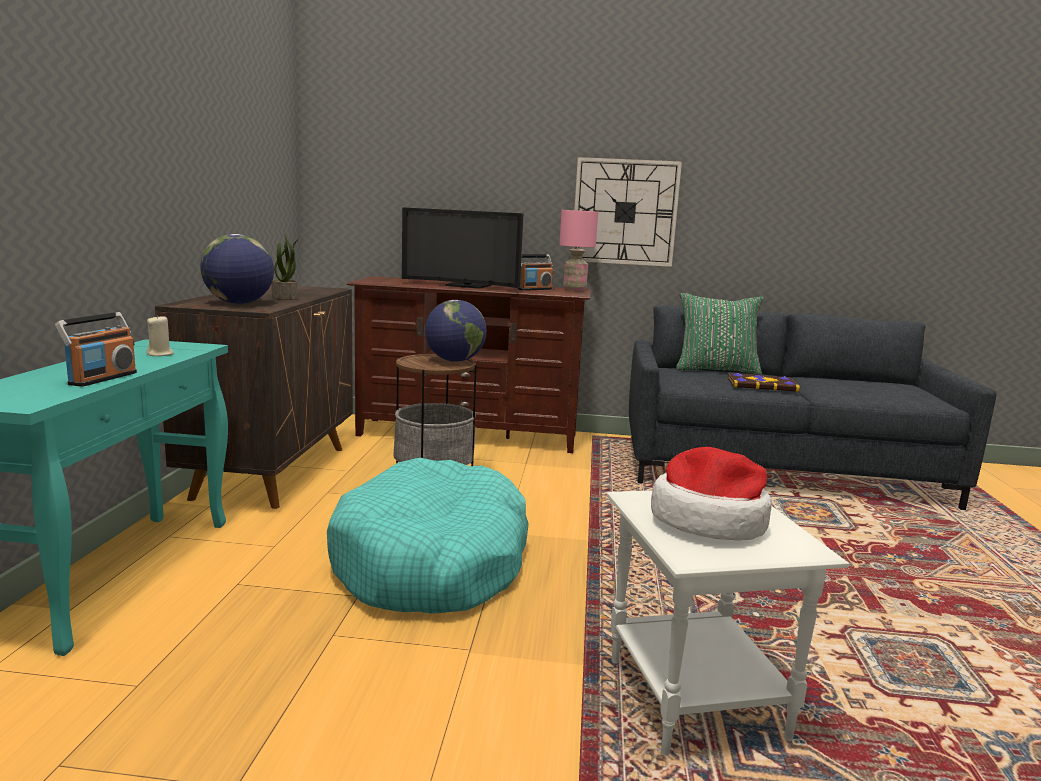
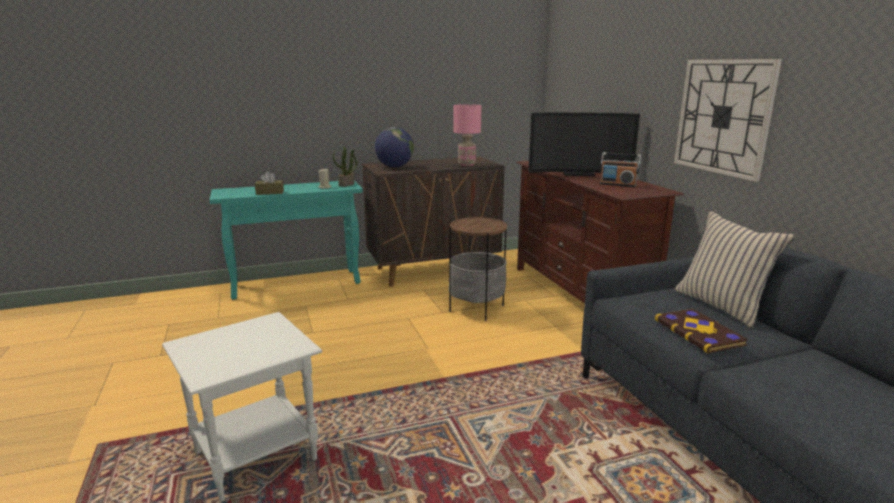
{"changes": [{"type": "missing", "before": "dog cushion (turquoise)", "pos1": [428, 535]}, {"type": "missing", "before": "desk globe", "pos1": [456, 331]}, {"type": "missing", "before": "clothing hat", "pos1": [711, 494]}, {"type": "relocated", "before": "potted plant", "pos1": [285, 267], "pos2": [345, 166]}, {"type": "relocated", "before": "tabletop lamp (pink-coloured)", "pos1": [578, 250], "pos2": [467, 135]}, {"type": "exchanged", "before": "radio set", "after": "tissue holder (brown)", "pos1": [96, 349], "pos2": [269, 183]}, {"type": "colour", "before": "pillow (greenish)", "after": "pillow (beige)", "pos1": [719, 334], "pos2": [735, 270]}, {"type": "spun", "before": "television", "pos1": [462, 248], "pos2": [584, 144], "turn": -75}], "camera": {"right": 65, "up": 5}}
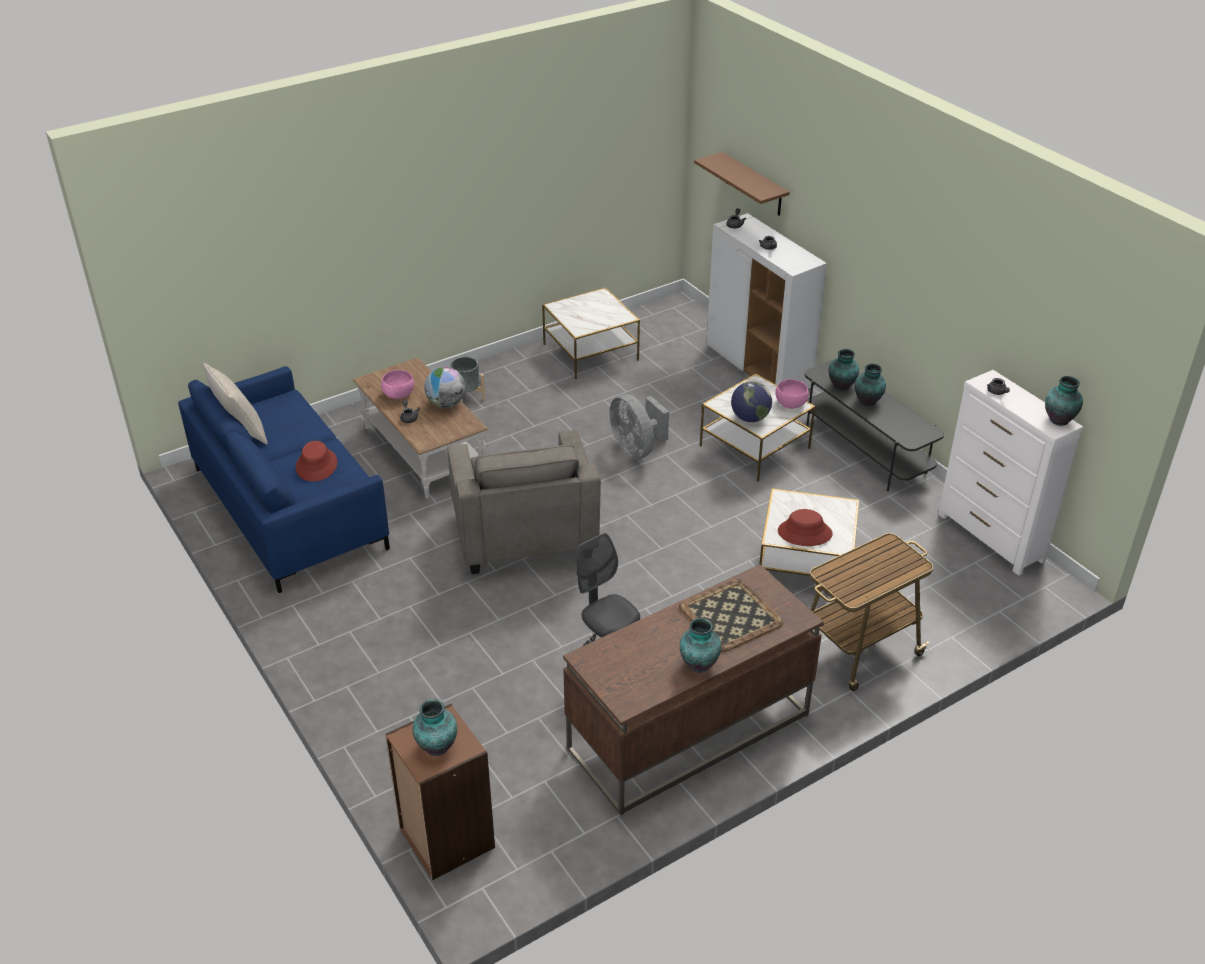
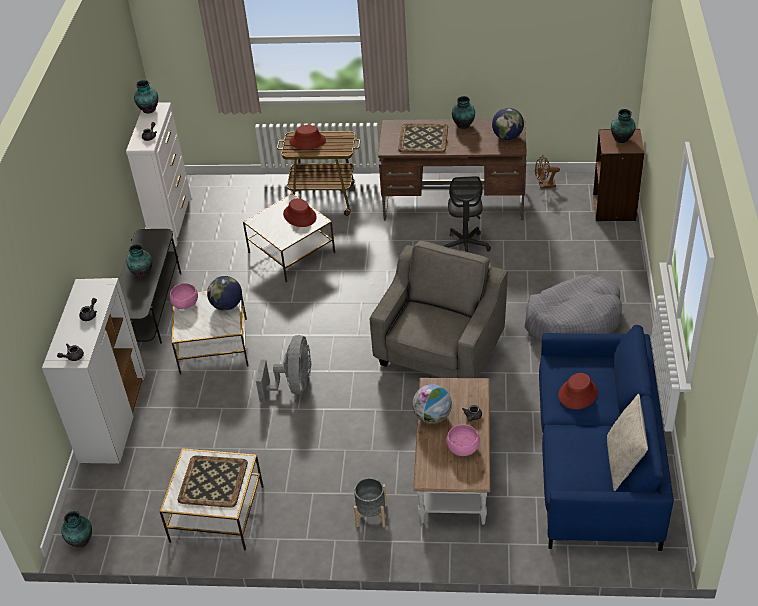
{"changes": [{"type": "missing", "before": "bracket shelf (brown)", "pos1": [742, 184]}, {"type": "appeared", "after": "carrying tray", "pos2": [213, 481]}, {"type": "appeared", "after": "clothing hat (red)", "pos2": [307, 137]}, {"type": "appeared", "after": "desk globe", "pos2": [508, 124]}, {"type": "appeared", "after": "dog cushion (greyish)", "pos2": [573, 308]}, {"type": "appeared", "after": "electric fan (brown)", "pos2": [547, 172]}, {"type": "relocated", "before": "decorative vase", "pos1": [844, 370], "pos2": [76, 529]}], "camera": {"right": -140, "up": 5}}
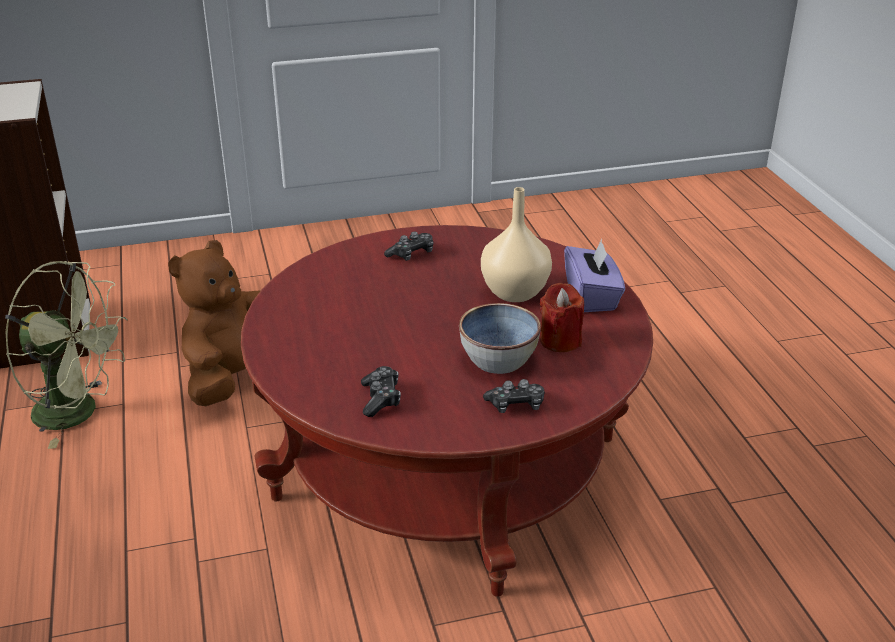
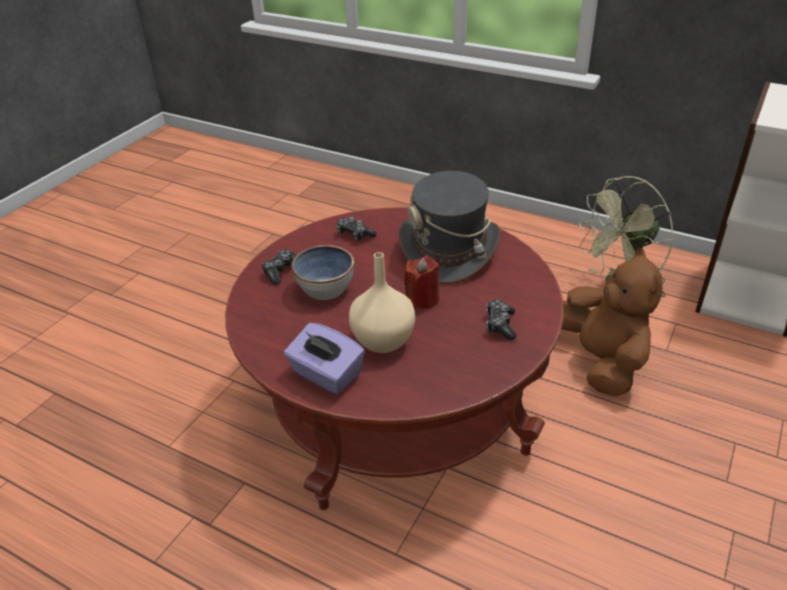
{"changes": [{"type": "appeared", "after": "clothing hat (greyish)", "pos2": [450, 227]}, {"type": "relocated", "before": "wax candle (red)", "pos1": [562, 317], "pos2": [421, 282]}], "camera": {"right": 135, "up": 5}}
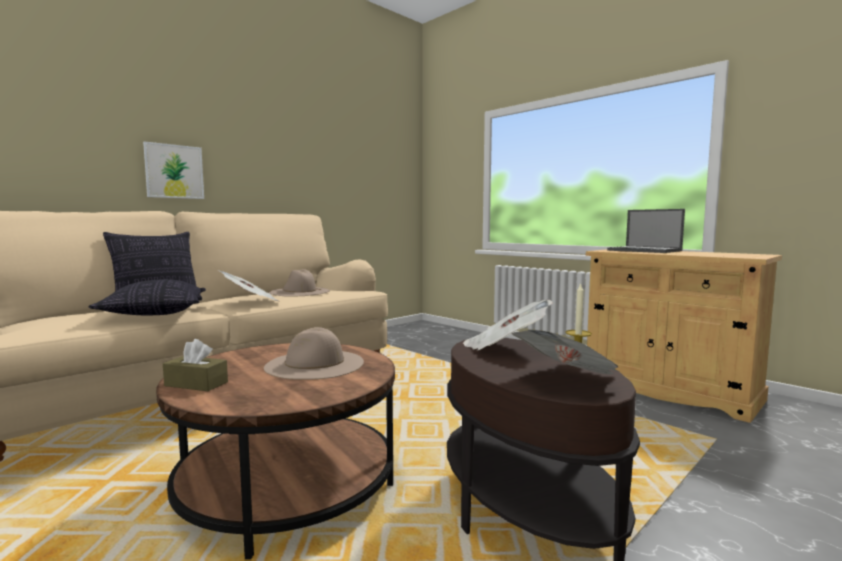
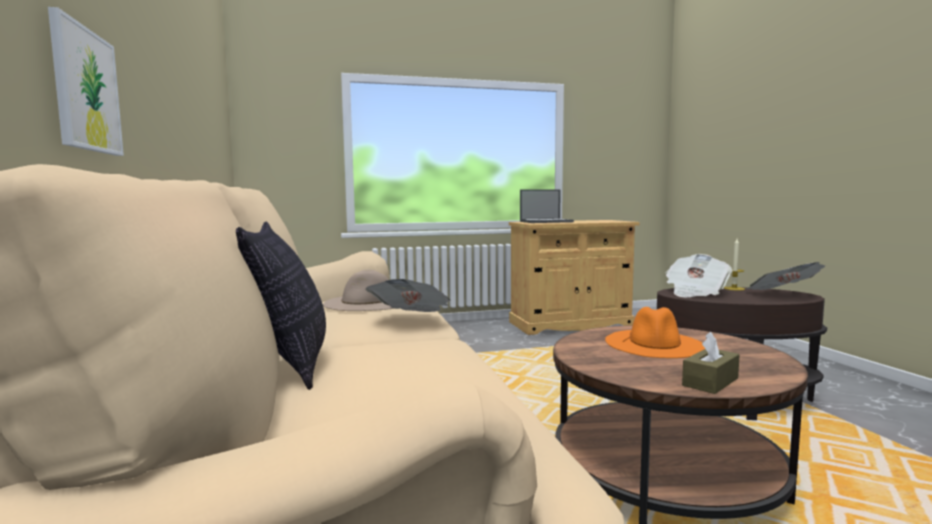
{"changes": [{"type": "missing", "before": "pillow", "pos1": [147, 297]}, {"type": "colour", "before": "clothing hat (beige)", "after": "clothing hat (orange)", "pos1": [314, 353], "pos2": [655, 332]}], "camera": {"right": -60, "up": 0}}
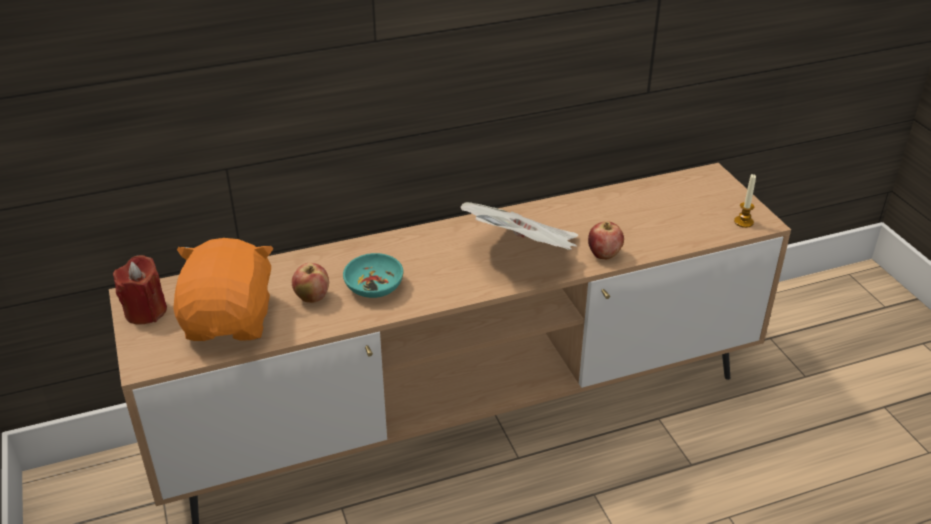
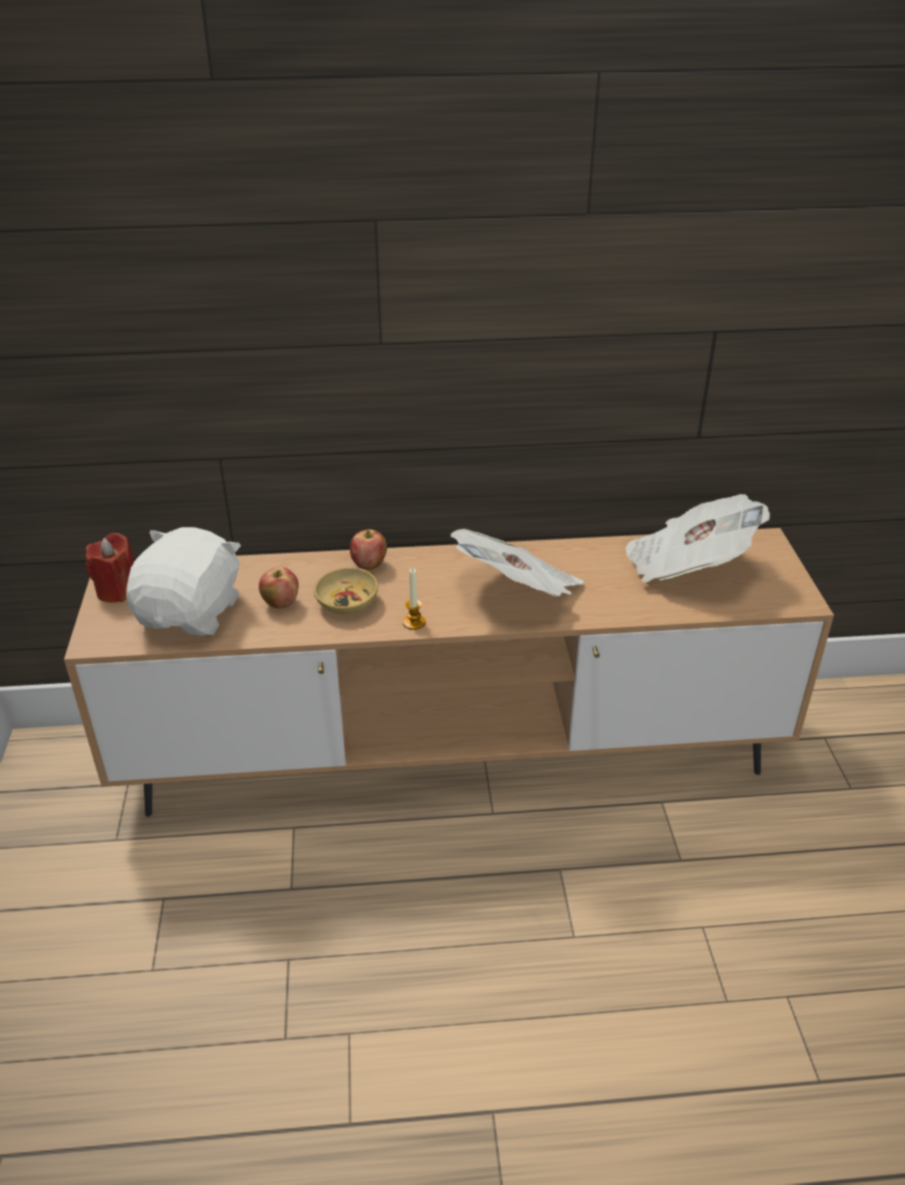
{"changes": [{"type": "appeared", "after": "daily paper", "pos2": [697, 538]}, {"type": "relocated", "before": "apple fruit", "pos1": [606, 240], "pos2": [368, 549]}, {"type": "relocated", "before": "wax candle", "pos1": [745, 201], "pos2": [414, 599]}, {"type": "colour", "before": "soft toy (orange)", "after": "soft toy (white-coloured)", "pos1": [223, 289], "pos2": [184, 581]}, {"type": "colour", "before": "serving bowl (turquoise)", "after": "serving bowl (beige)", "pos1": [373, 275], "pos2": [346, 590]}], "camera": {"right": 15, "up": 0}}
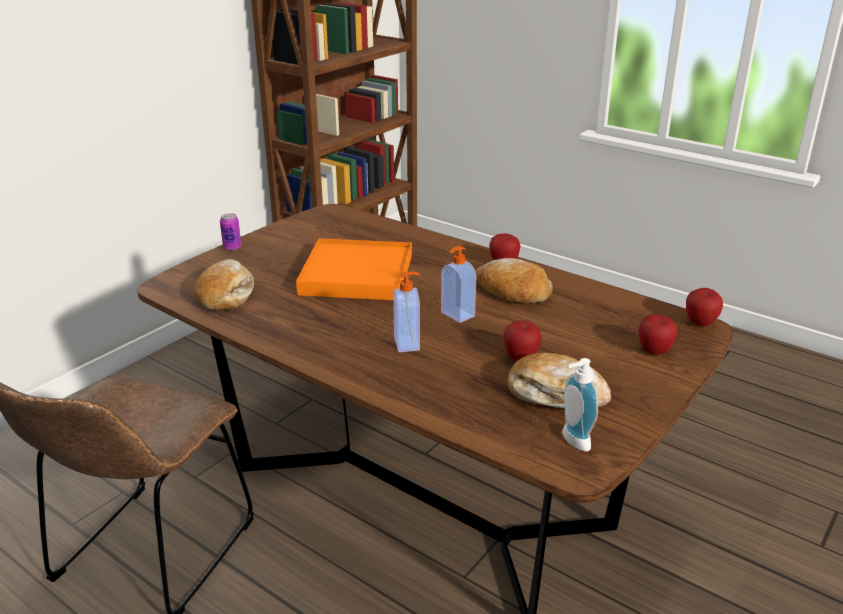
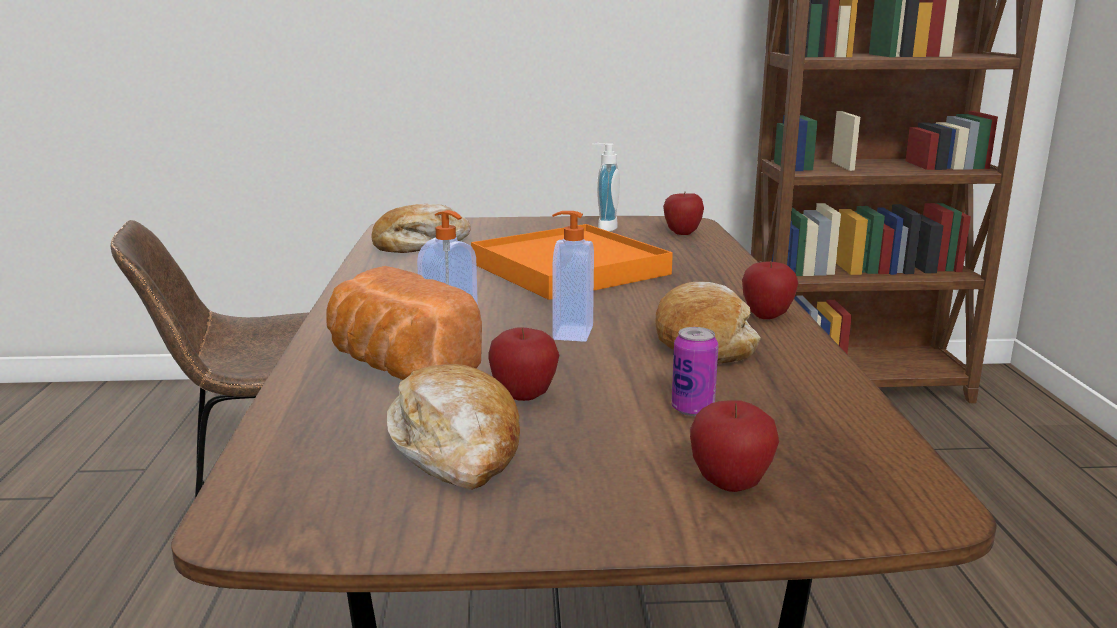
{"changes": [{"type": "appeared", "after": "bakery bread", "pos2": [404, 323]}, {"type": "relocated", "before": "metal can", "pos1": [230, 232], "pos2": [695, 371]}, {"type": "relocated", "before": "liquid soap bottle", "pos1": [580, 404], "pos2": [606, 187]}, {"type": "relocated", "before": "apple fruit", "pos1": [704, 307], "pos2": [683, 214]}], "camera": {"right": 50, "up": -10}}
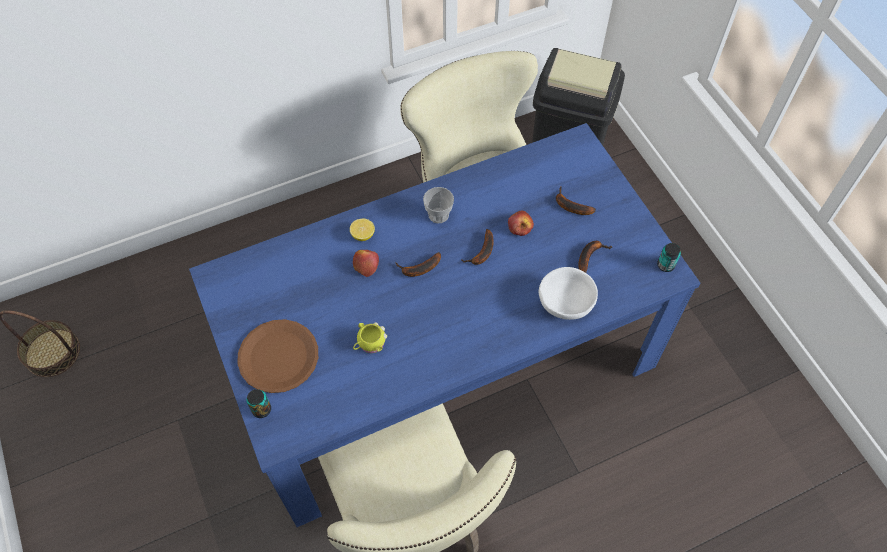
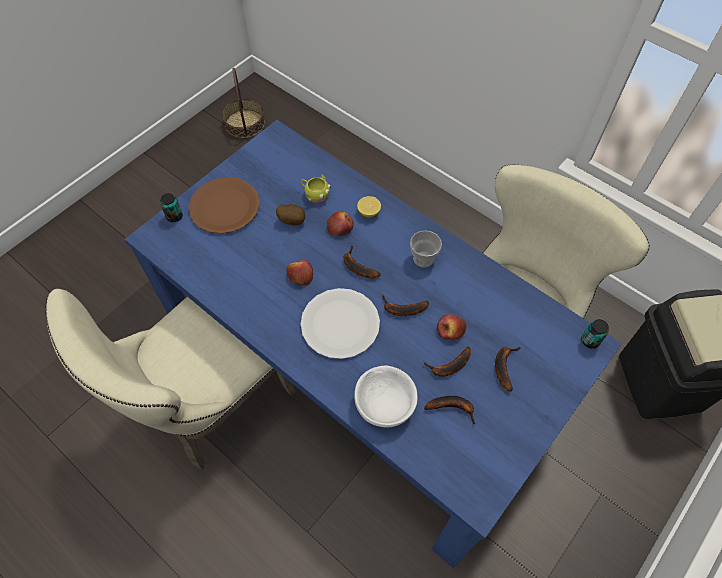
{"changes": [{"type": "appeared", "after": "potato", "pos2": [290, 214]}, {"type": "appeared", "after": "apple fruit", "pos2": [299, 273]}, {"type": "appeared", "after": "dinner plate (white-coloured)", "pos2": [340, 323]}, {"type": "appeared", "after": "whole banana", "pos2": [447, 362]}, {"type": "relocated", "before": "tea mug (yellow-coloured)", "pos1": [370, 337], "pos2": [316, 188]}, {"type": "relocated", "before": "metal can", "pos1": [669, 257], "pos2": [595, 334]}], "camera": {"right": 65, "up": 0}}
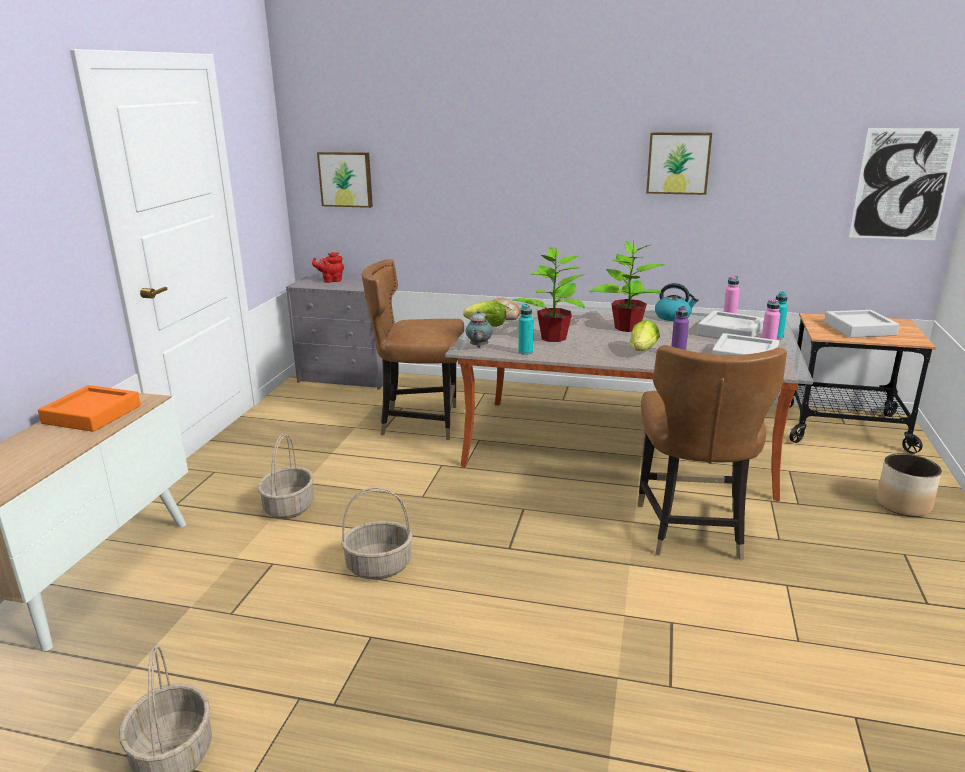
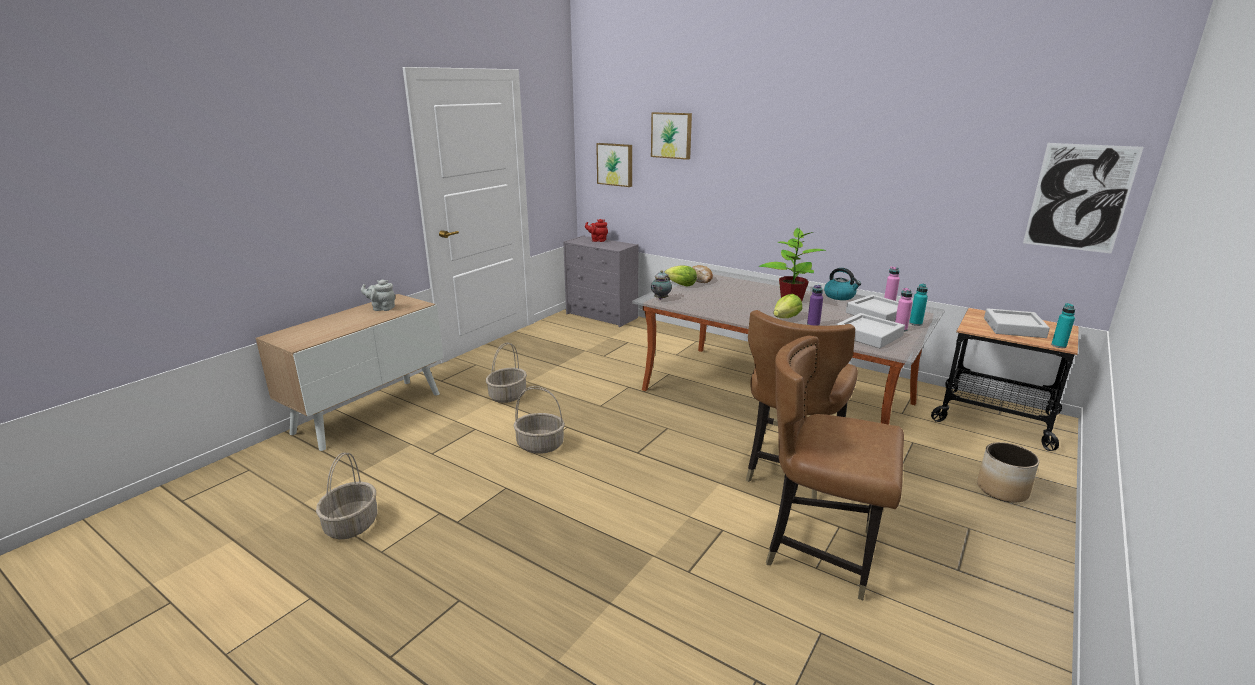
{"changes": [{"type": "missing", "before": "potted plant", "pos1": [549, 294]}, {"type": "relocated", "before": "upright chair (brown)", "pos1": [412, 349], "pos2": [835, 468]}, {"type": "relocated", "before": "drink bottle (turquoise)", "pos1": [526, 329], "pos2": [1063, 325]}, {"type": "relocated", "before": "wall picture", "pos1": [679, 163], "pos2": [671, 136]}, {"type": "exchanged", "before": "carrying tray (orange)", "after": "tea pot (greyish)", "pos1": [89, 408], "pos2": [378, 295]}], "camera": {"right": 20, "up": 0}}
